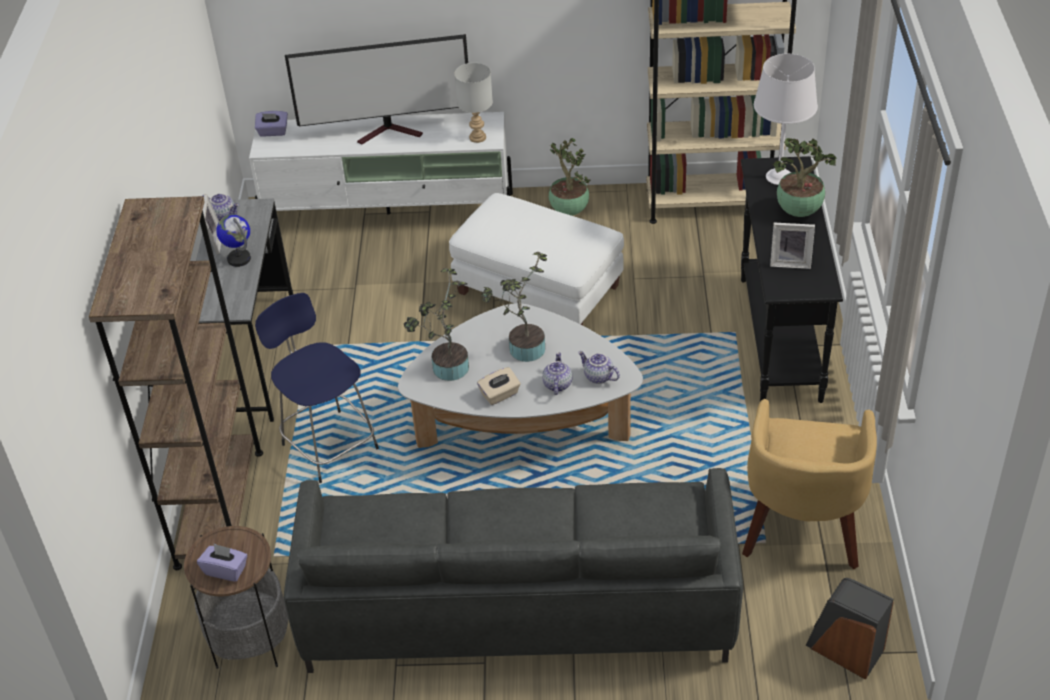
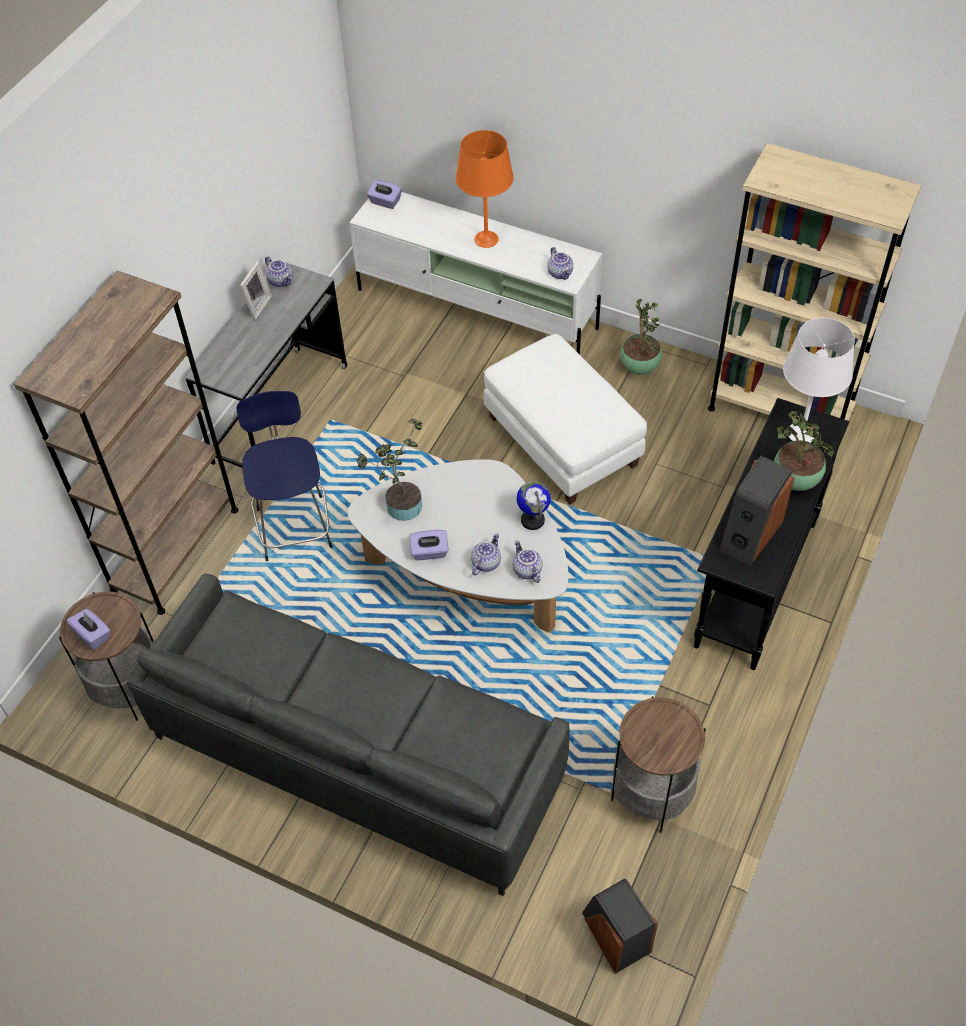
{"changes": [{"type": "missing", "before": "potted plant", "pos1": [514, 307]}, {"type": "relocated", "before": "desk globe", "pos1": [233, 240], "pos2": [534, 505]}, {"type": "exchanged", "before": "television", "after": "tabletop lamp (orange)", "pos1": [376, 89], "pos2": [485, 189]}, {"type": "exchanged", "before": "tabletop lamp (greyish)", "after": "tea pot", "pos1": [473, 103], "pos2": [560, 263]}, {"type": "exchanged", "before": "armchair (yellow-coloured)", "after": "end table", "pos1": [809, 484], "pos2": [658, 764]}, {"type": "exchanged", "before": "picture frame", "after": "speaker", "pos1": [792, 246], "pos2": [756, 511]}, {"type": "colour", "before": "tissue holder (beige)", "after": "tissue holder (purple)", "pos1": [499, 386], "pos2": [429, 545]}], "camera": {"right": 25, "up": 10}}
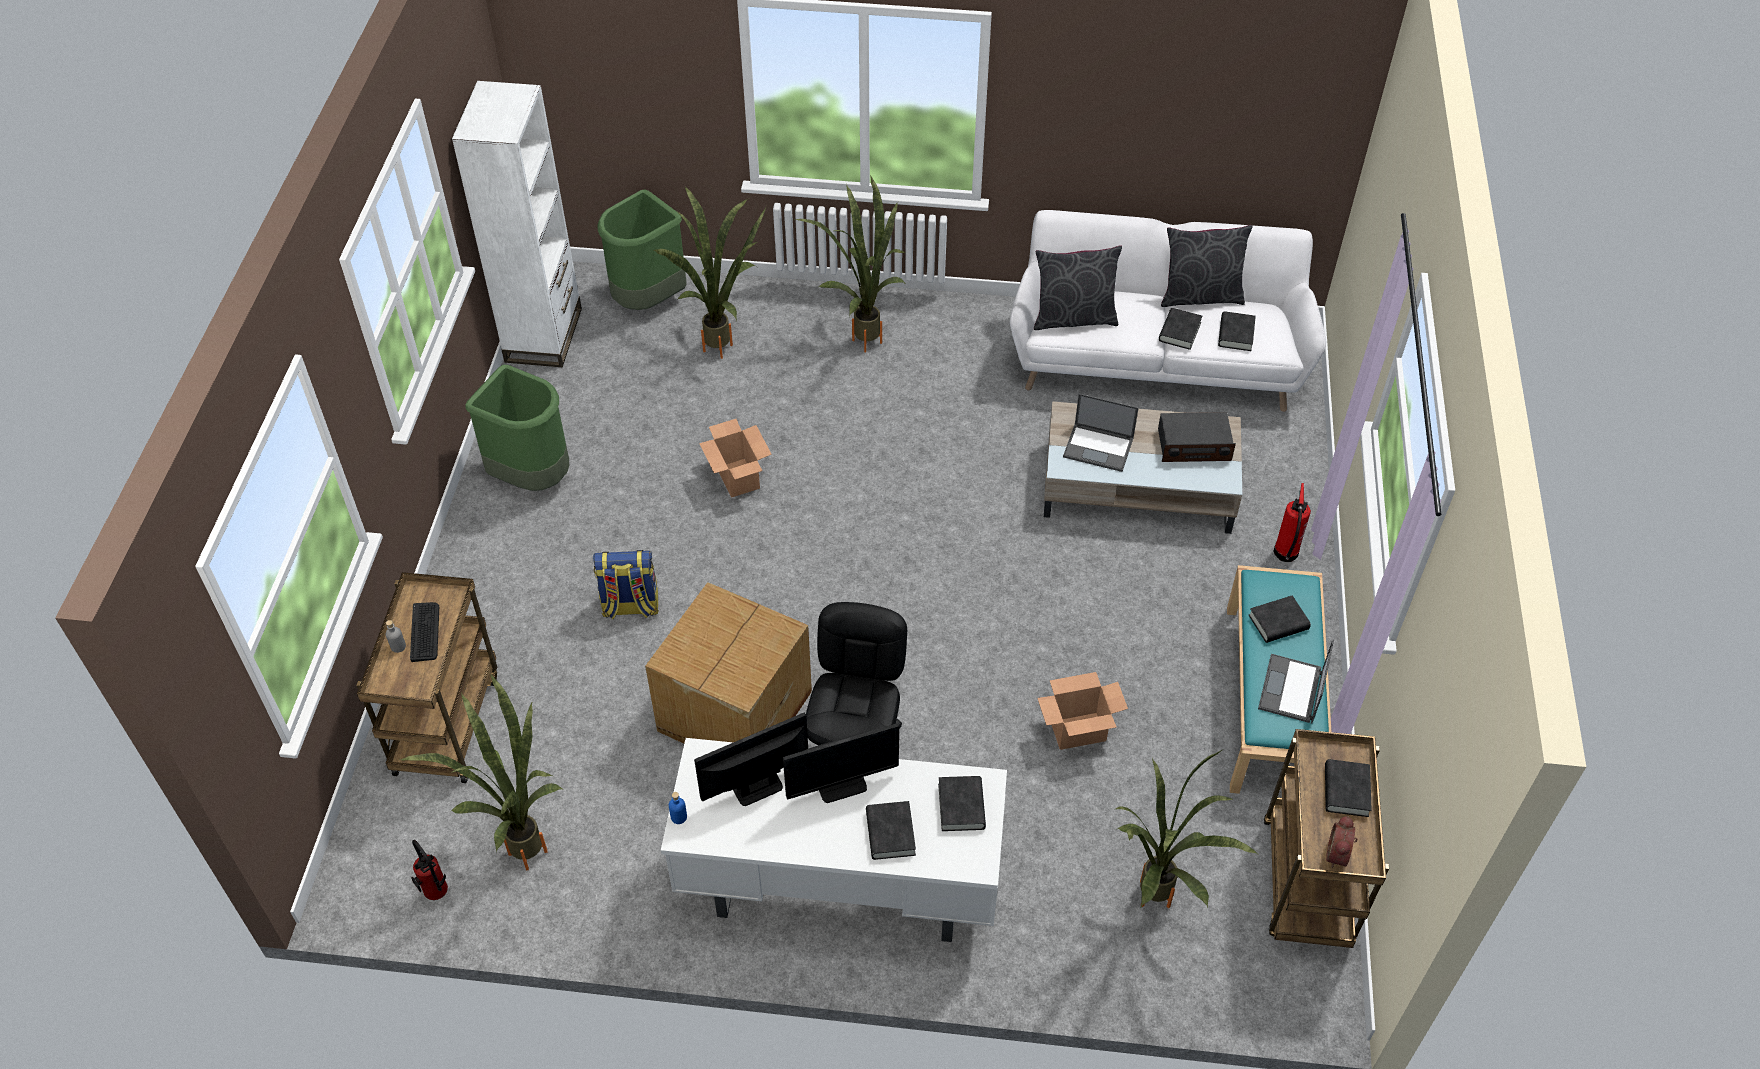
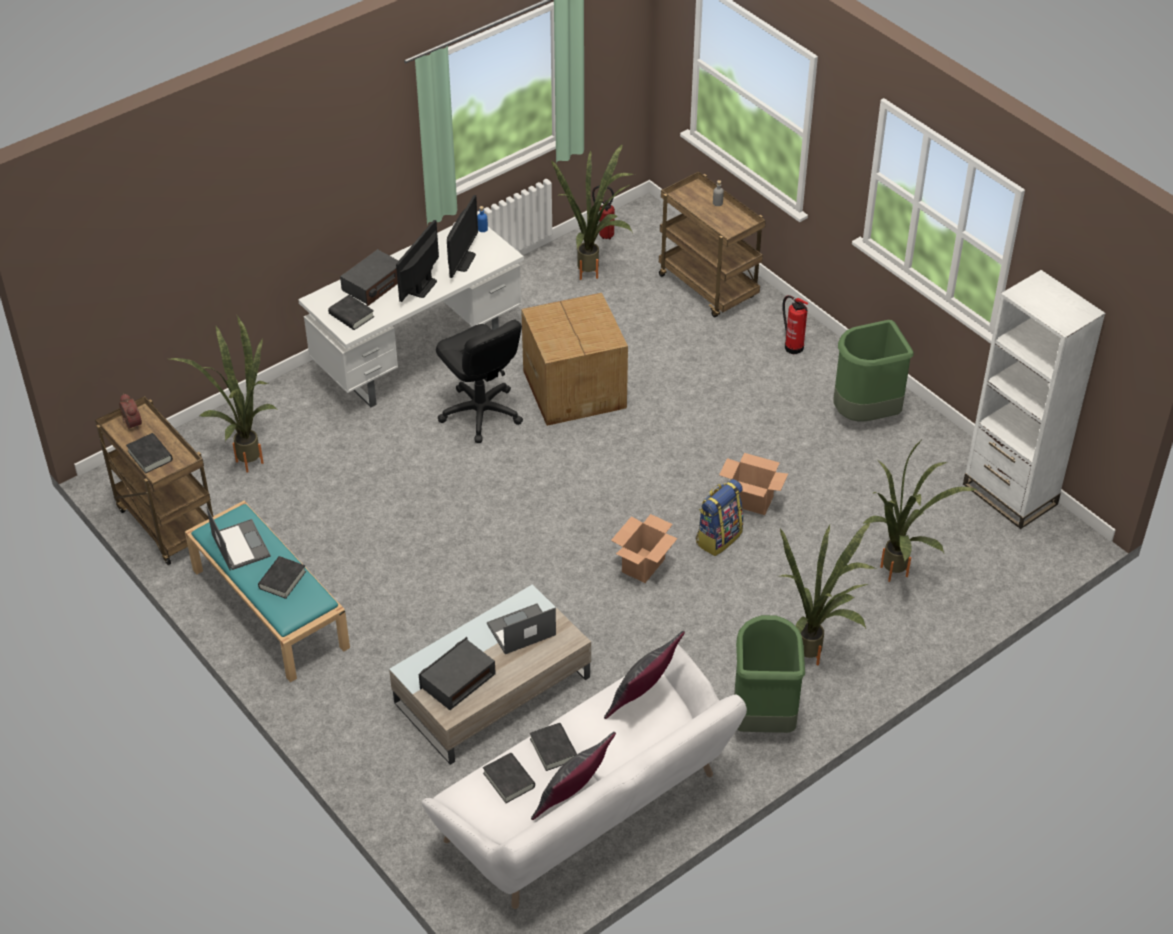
{"changes": [{"type": "missing", "before": "keyboard", "pos1": [424, 632]}, {"type": "relocated", "before": "rucksack", "pos1": [626, 584], "pos2": [719, 517]}, {"type": "relocated", "before": "trash can (greenish)", "pos1": [642, 249], "pos2": [769, 674]}, {"type": "relocated", "before": "packing box", "pos1": [1082, 711], "pos2": [644, 548]}, {"type": "relocated", "before": "fire extinguisher", "pos1": [1292, 522], "pos2": [795, 324]}, {"type": "exchanged", "before": "bound book (blackish)", "after": "radio set", "pos1": [891, 830], "pos2": [369, 277]}], "camera": {"right": 135, "up": -5}}
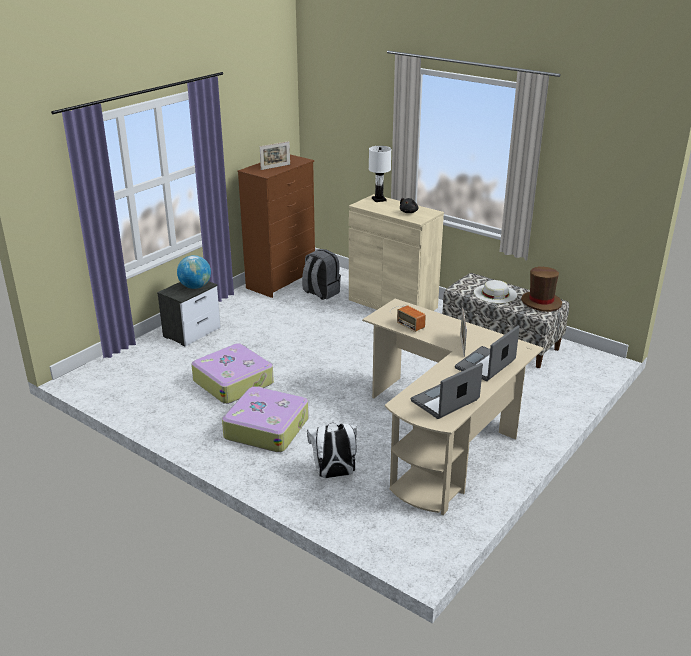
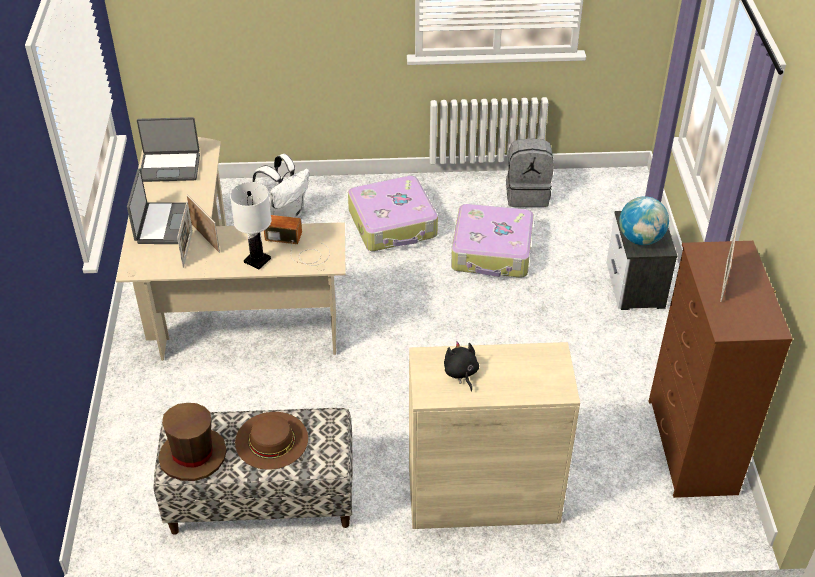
{"changes": [{"type": "appeared", "after": "picture frame", "pos2": [185, 235]}, {"type": "relocated", "before": "rucksack (greyish)", "pos1": [321, 274], "pos2": [530, 172]}, {"type": "relocated", "before": "tabletop lamp (white-coloured)", "pos1": [380, 174], "pos2": [251, 225]}, {"type": "colour", "before": "clothing hat (white-coloured)", "after": "clothing hat (brown)", "pos1": [495, 291], "pos2": [271, 441]}, {"type": "spun", "before": "notebook computer", "pos1": [447, 391], "pos2": [168, 149], "turn": 75}], "camera": {"right": 140, "up": 15}}
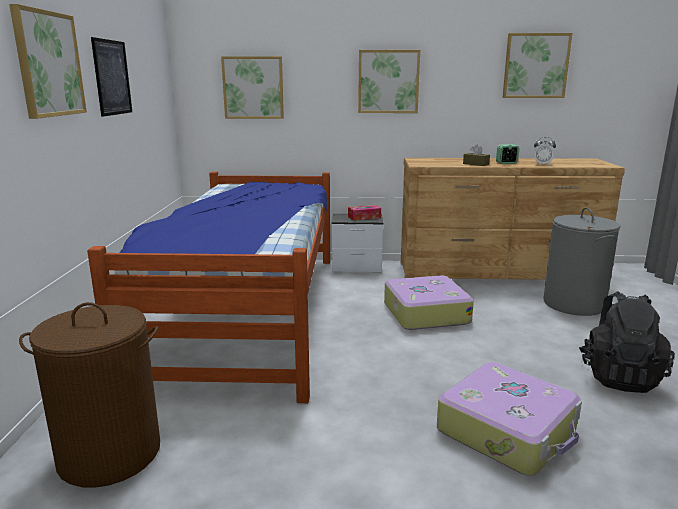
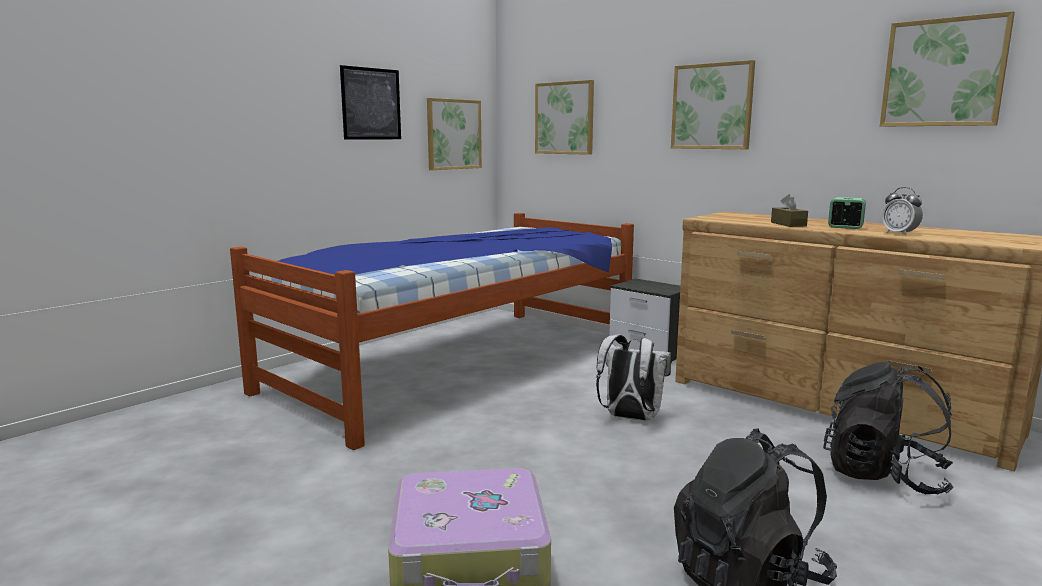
{"changes": [{"type": "missing", "before": "laundry basket (brown)", "pos1": [89, 395]}, {"type": "missing", "before": "tissue holder", "pos1": [364, 213]}, {"type": "relocated", "before": "wall picture", "pos1": [48, 61], "pos2": [454, 134]}, {"type": "exchanged", "before": "travel case", "after": "rucksack (white-coloured)", "pos1": [429, 302], "pos2": [633, 378]}, {"type": "exchanged", "before": "laundry basket (greyish)", "after": "rucksack (blackish)", "pos1": [581, 261], "pos2": [888, 428]}], "camera": {"right": 40, "up": -5}}
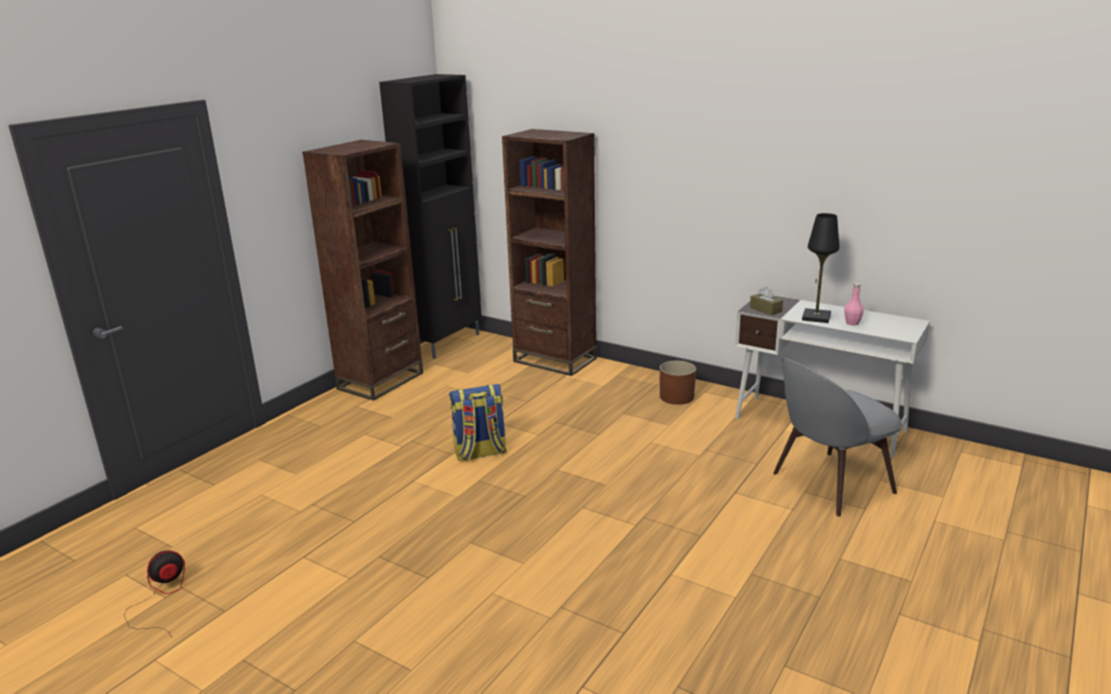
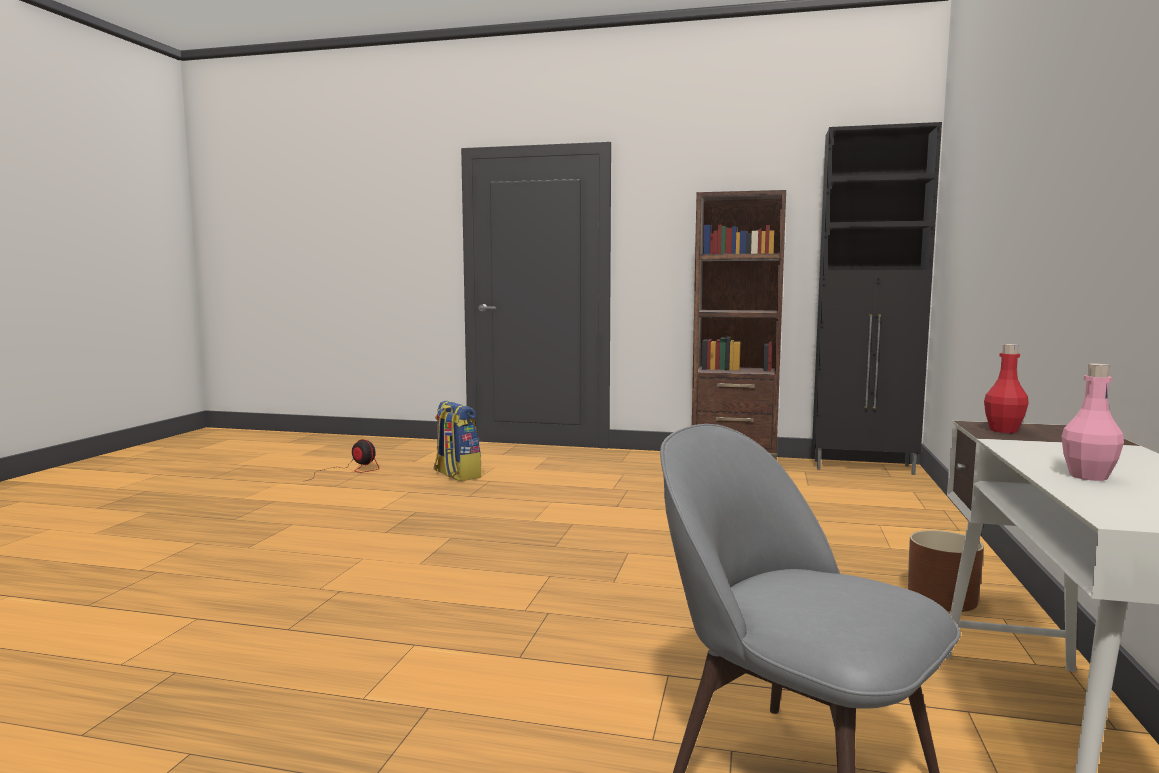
{"changes": [{"type": "missing", "before": "bookshelf (brown)", "pos1": [549, 252]}, {"type": "missing", "before": "tabletop lamp (blackish)", "pos1": [821, 268]}, {"type": "relocated", "before": "rucksack", "pos1": [478, 422], "pos2": [457, 441]}, {"type": "exchanged", "before": "tissue holder (brown)", "after": "drink bottle (red)", "pos1": [766, 301], "pos2": [1006, 388]}], "camera": {"right": 70, "up": -15}}
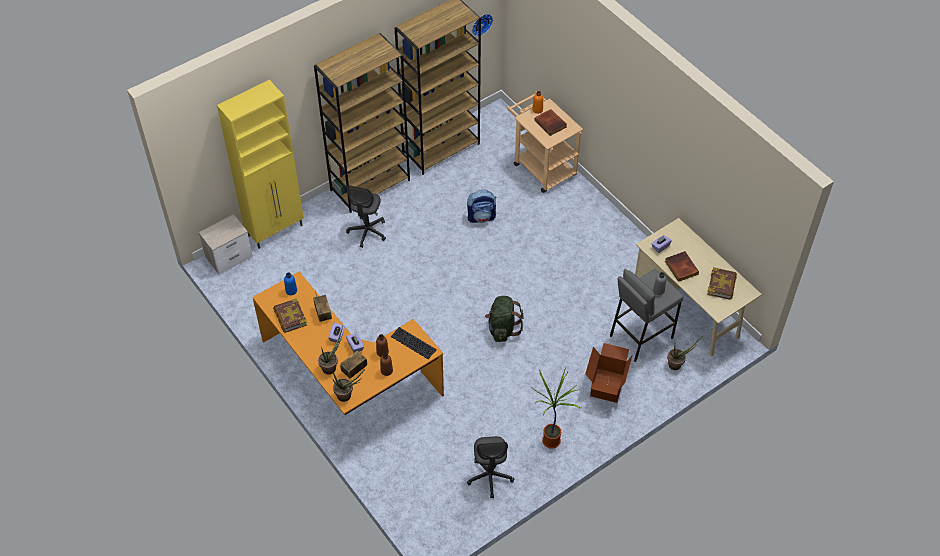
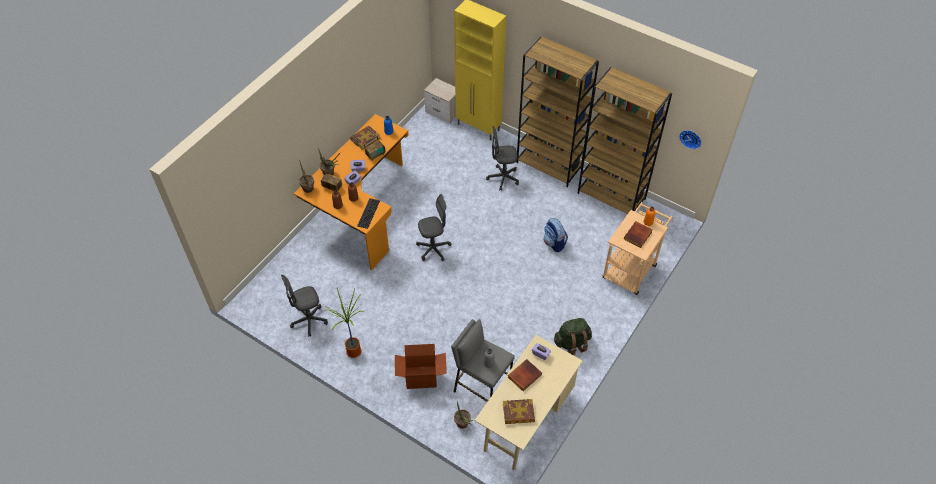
{"changes": [{"type": "appeared", "after": "computer chair (greyish)", "pos2": [434, 227]}, {"type": "relocated", "before": "rucksack (greenish)", "pos1": [504, 319], "pos2": [573, 336]}], "camera": {"right": 70, "up": 0}}
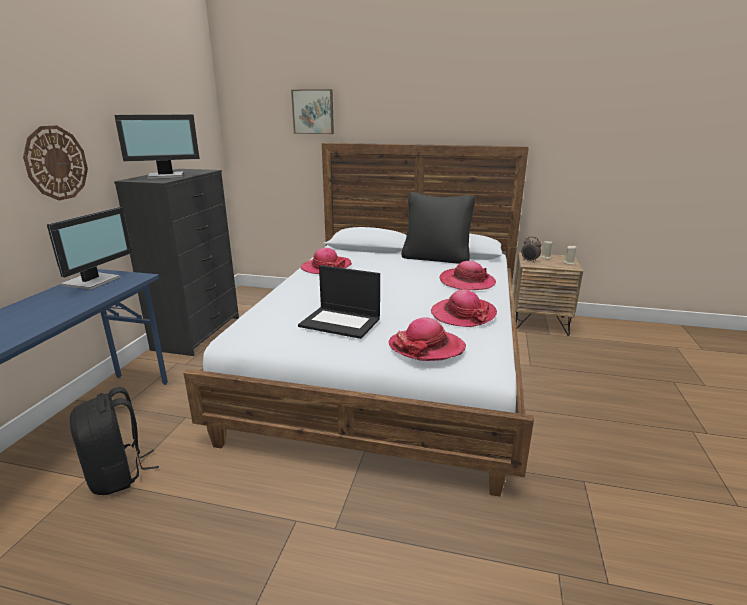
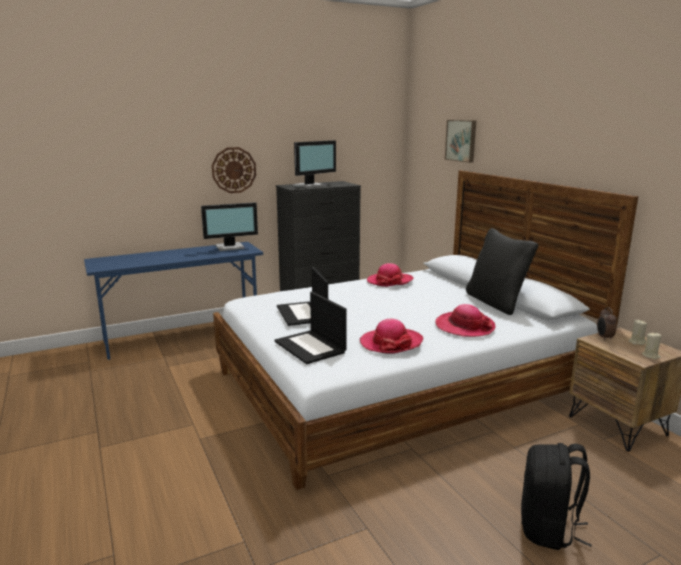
{"changes": [{"type": "relocated", "before": "rucksack (blackish)", "pos1": [114, 441], "pos2": [556, 496]}, {"type": "exchanged", "before": "clothing hat", "after": "notebook computer", "pos1": [427, 339], "pos2": [311, 328]}, {"type": "spun", "before": "computer display", "pos1": [157, 147], "pos2": [314, 164], "turn": -75}], "camera": {"right": 50, "up": -5}}
